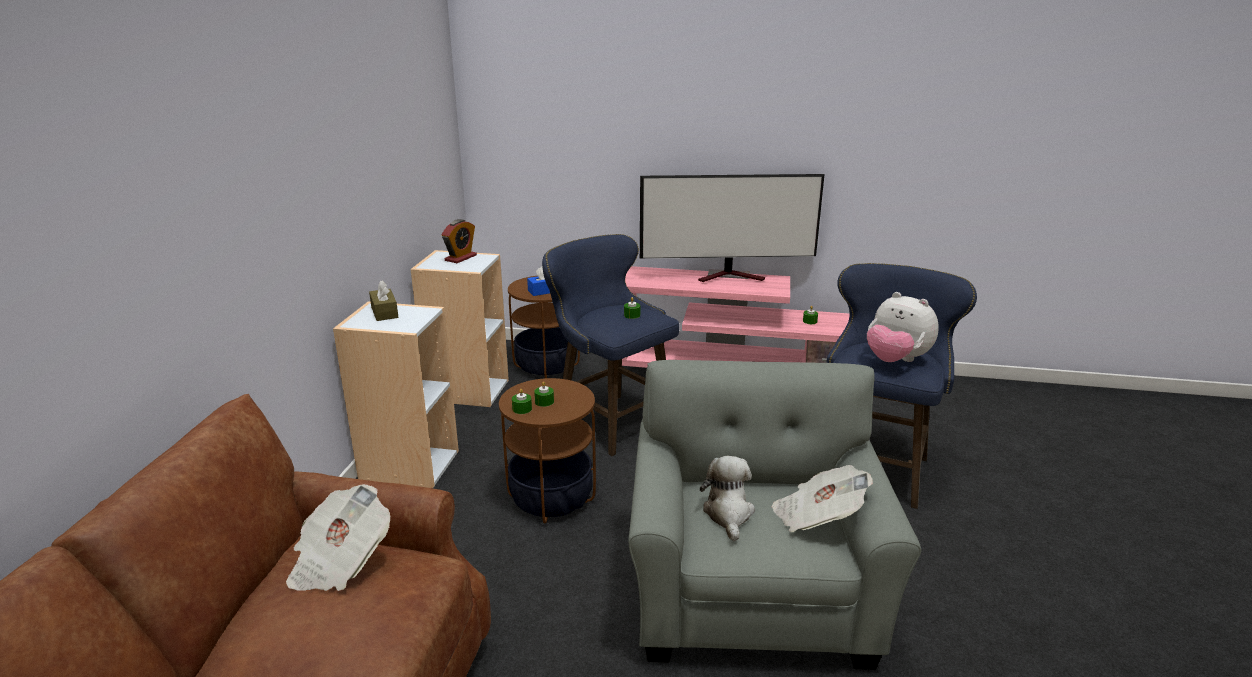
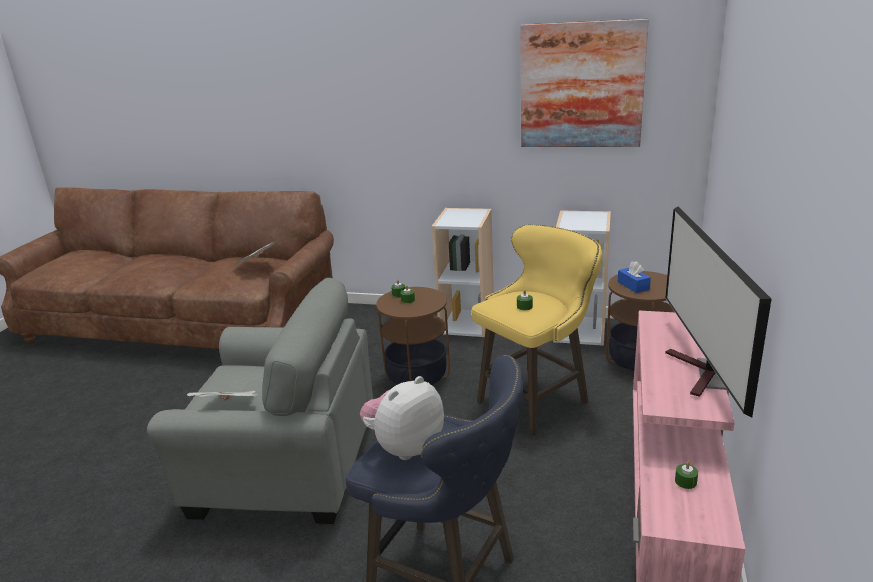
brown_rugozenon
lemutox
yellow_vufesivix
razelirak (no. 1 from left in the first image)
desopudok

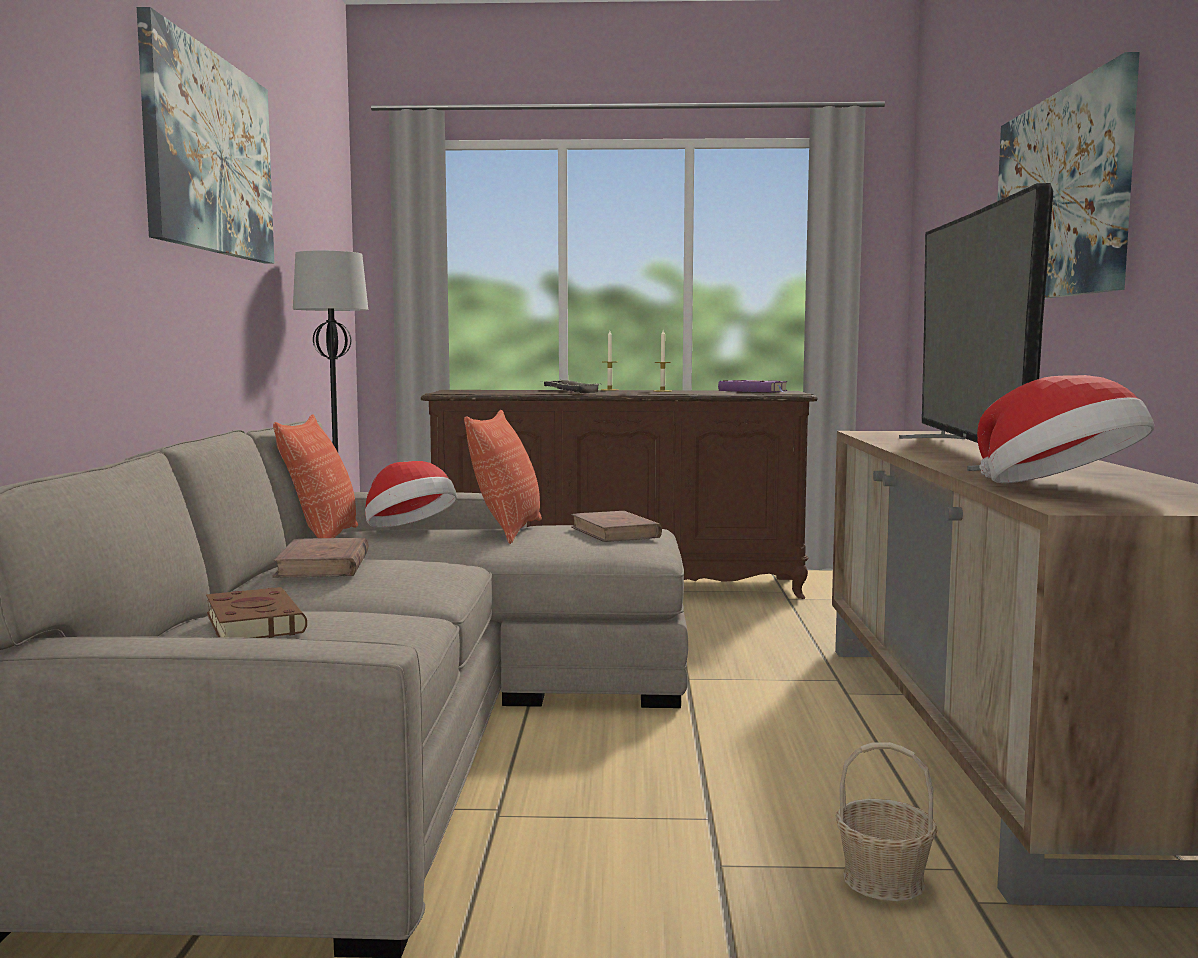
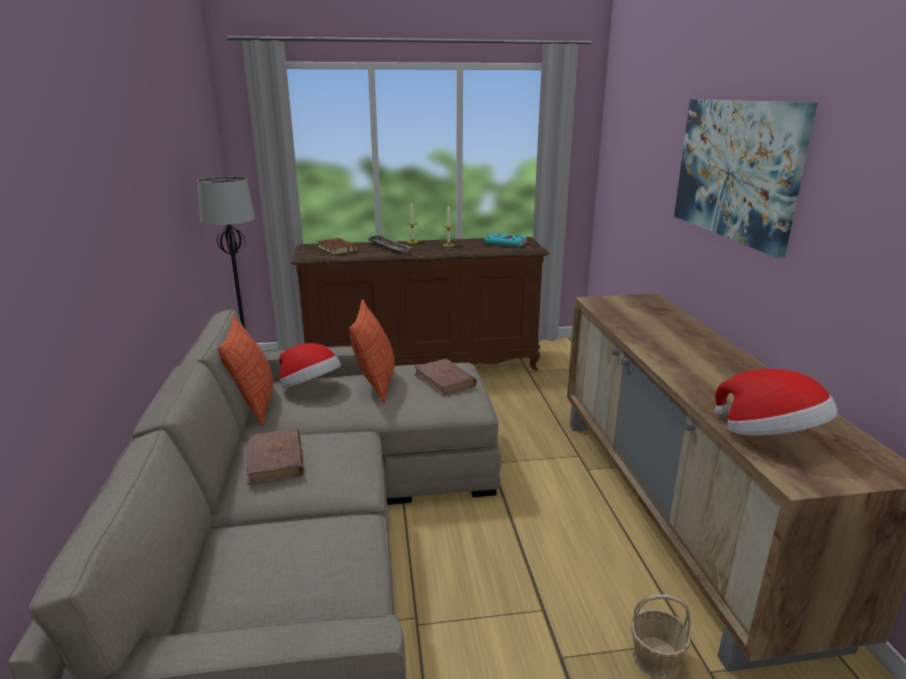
desopudok (no. 1 from left in the first image)
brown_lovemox (no. 2 from left)
turquoise_lovemox
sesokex

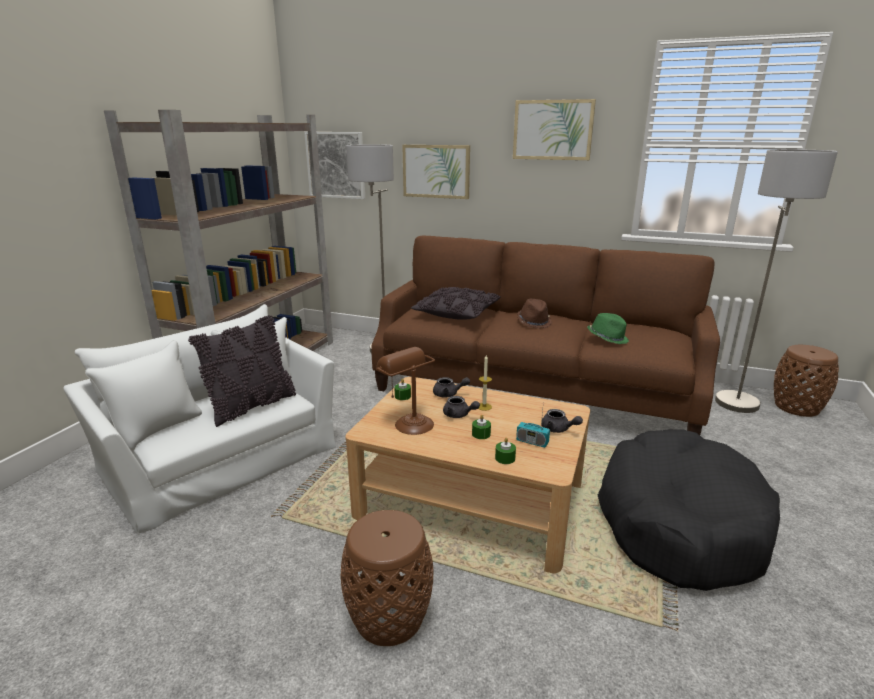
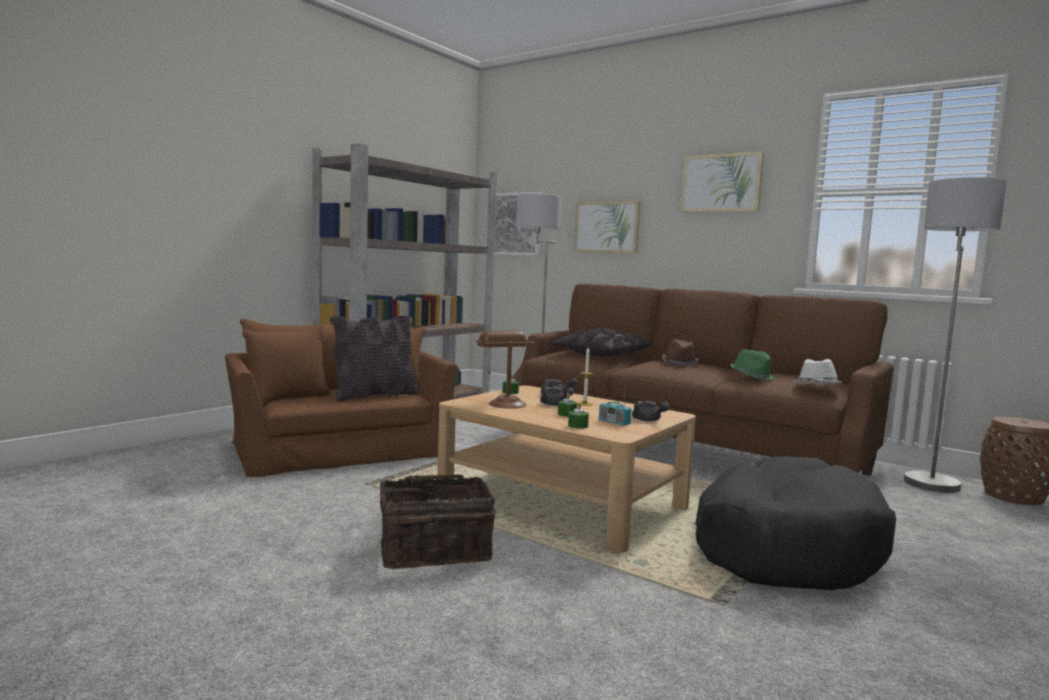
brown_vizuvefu
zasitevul
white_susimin

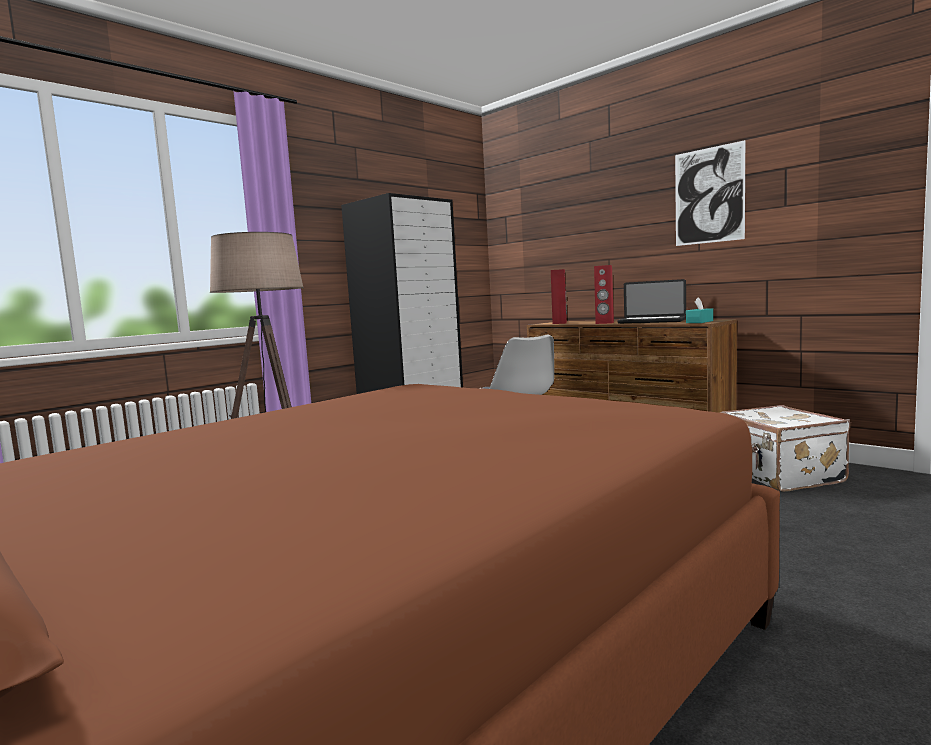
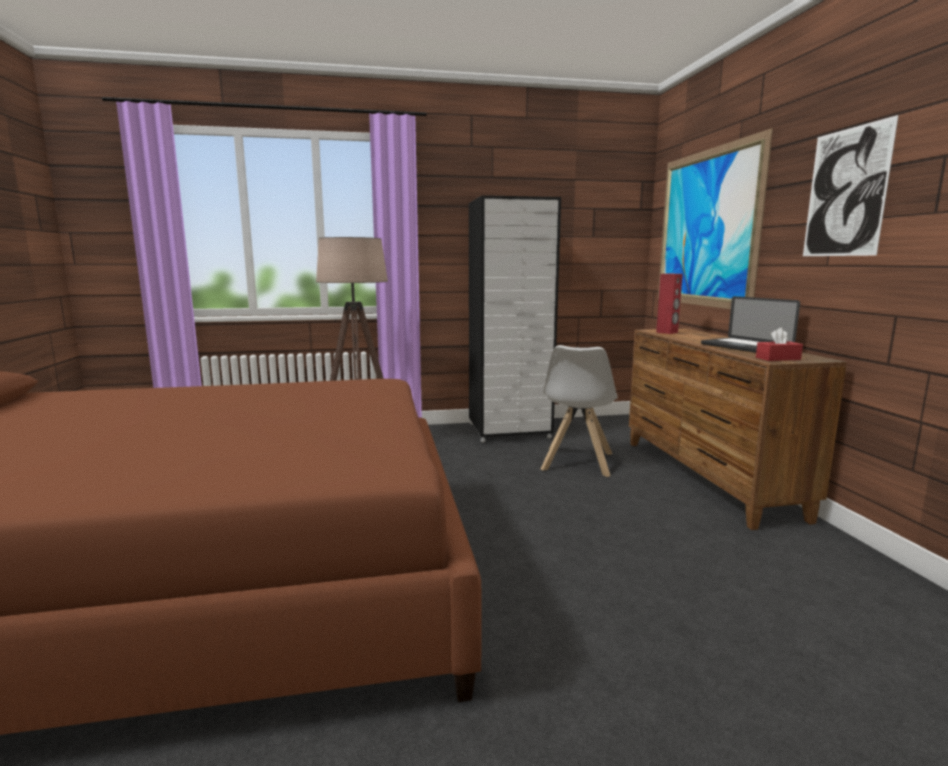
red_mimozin (no. 2 from left in the first image)
red_rugozenon
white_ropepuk
desopudok (no. 1 from left)

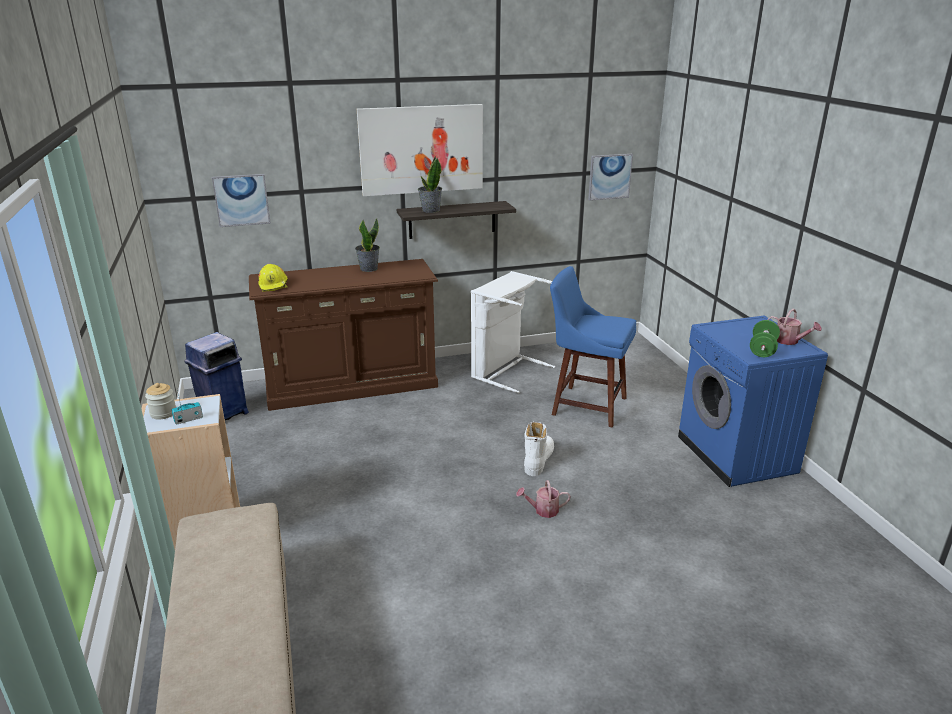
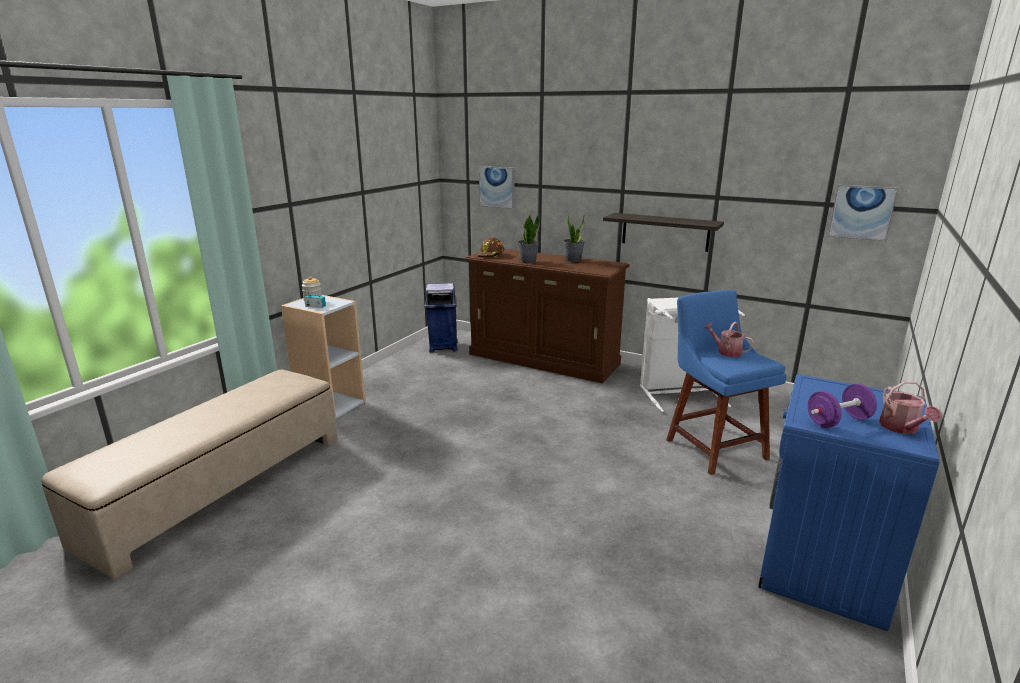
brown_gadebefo
desopudok (no. 2 from left in the first image)
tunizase (no. 1 from left)
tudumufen (no. 1 from left)
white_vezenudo
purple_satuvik

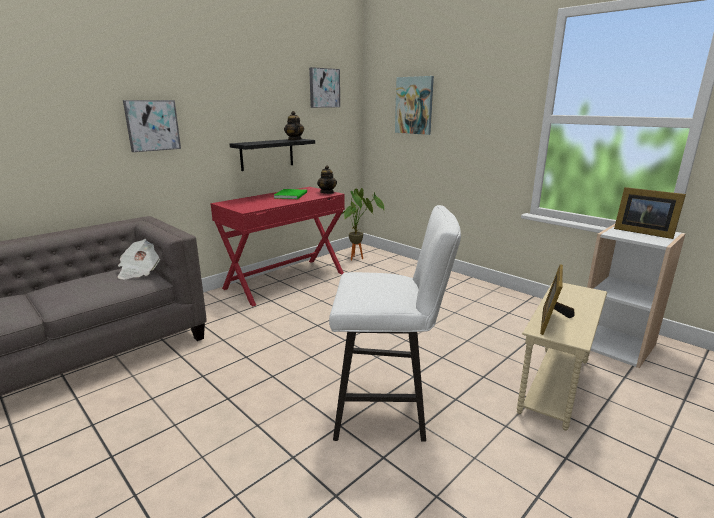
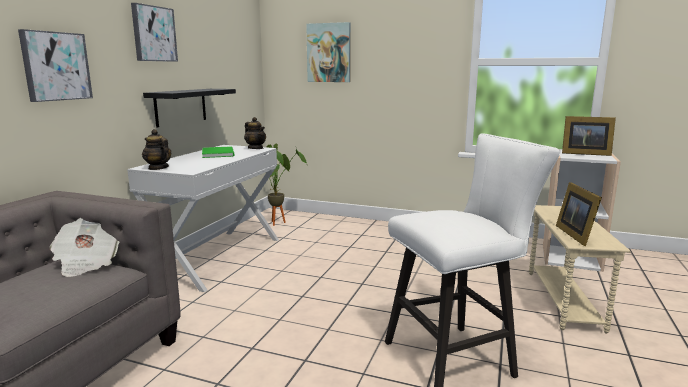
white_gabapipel
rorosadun (no. 1 from left)
desopudok (no. 2 from left)

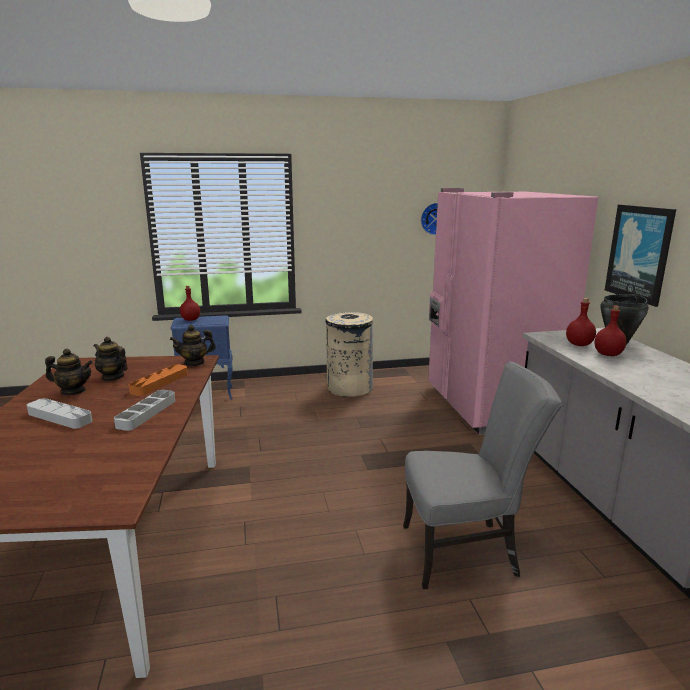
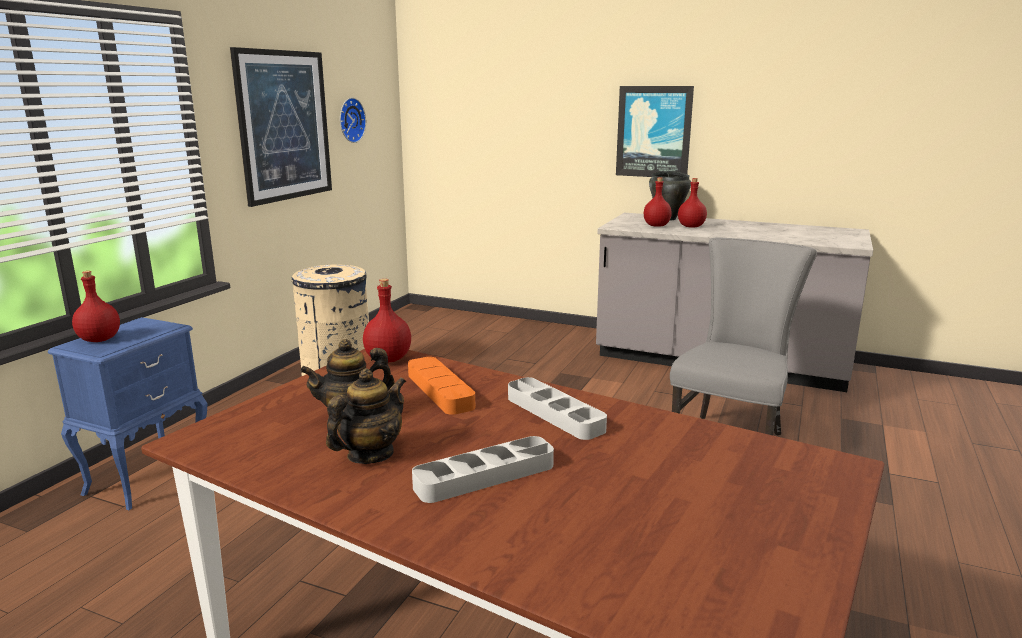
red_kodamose (no. 2 from left)
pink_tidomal
desopudok (no. 1 from left)

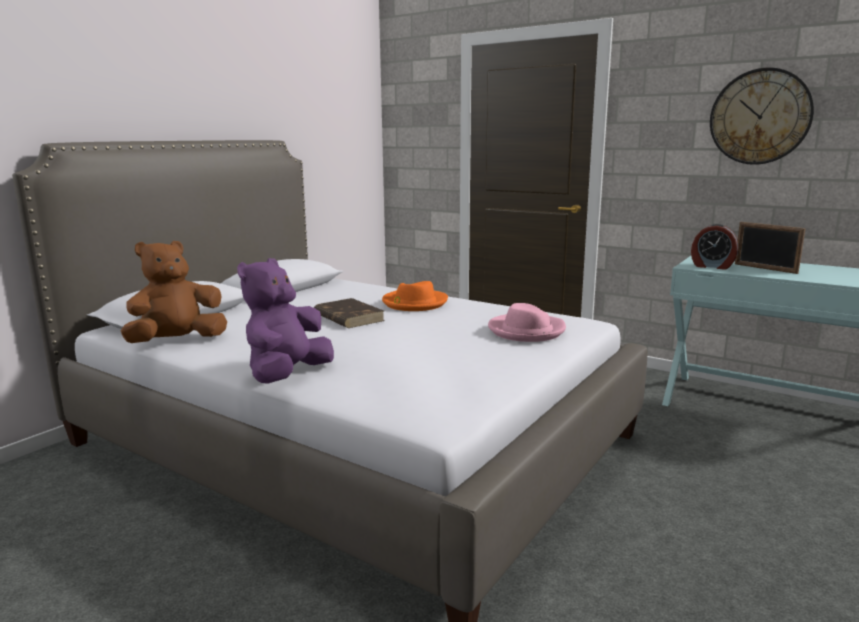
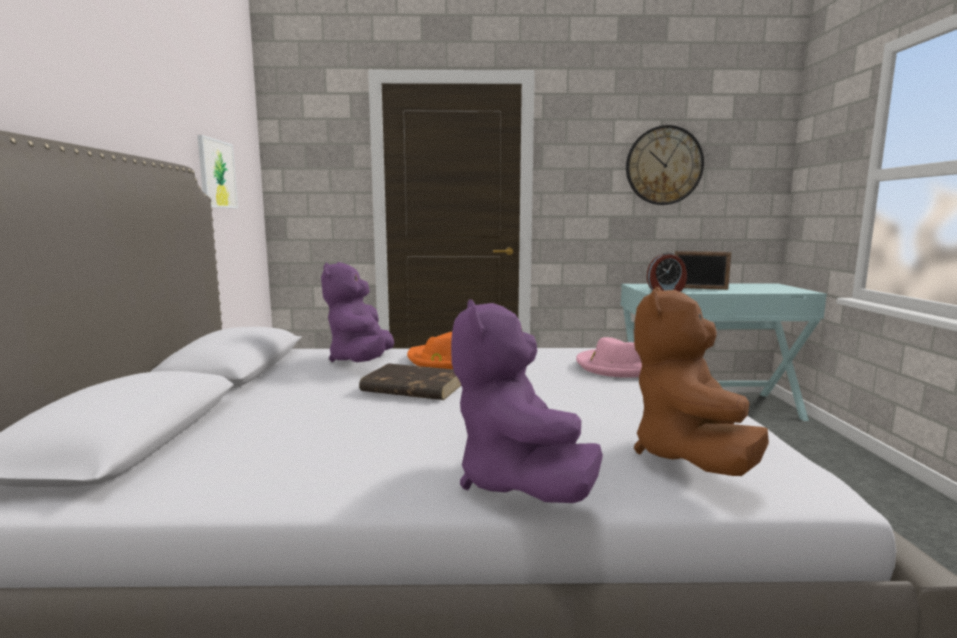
brown_razelirak
desopudok
purple_razelirak (no. 1 from left)

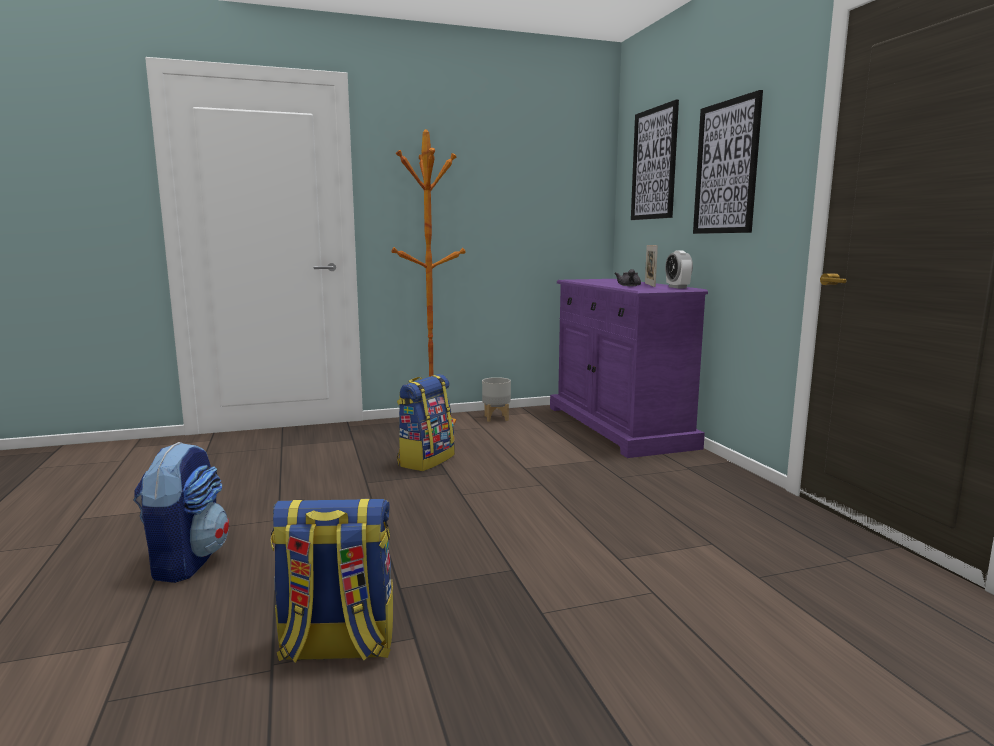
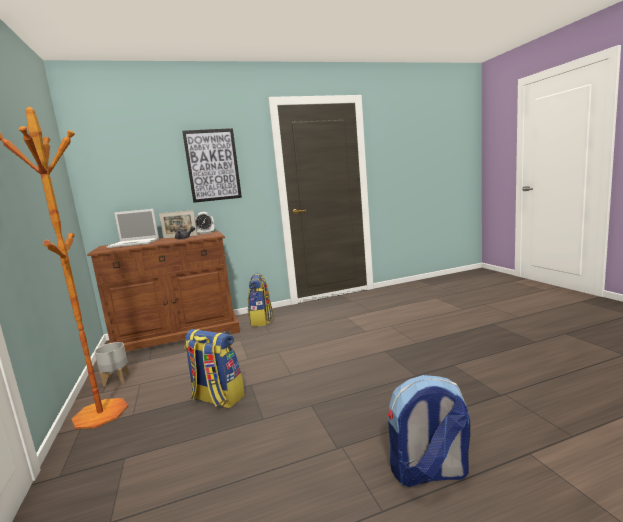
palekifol (no. 2 from left)
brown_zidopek
desopudok (no. 1 from left in the first image)
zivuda

